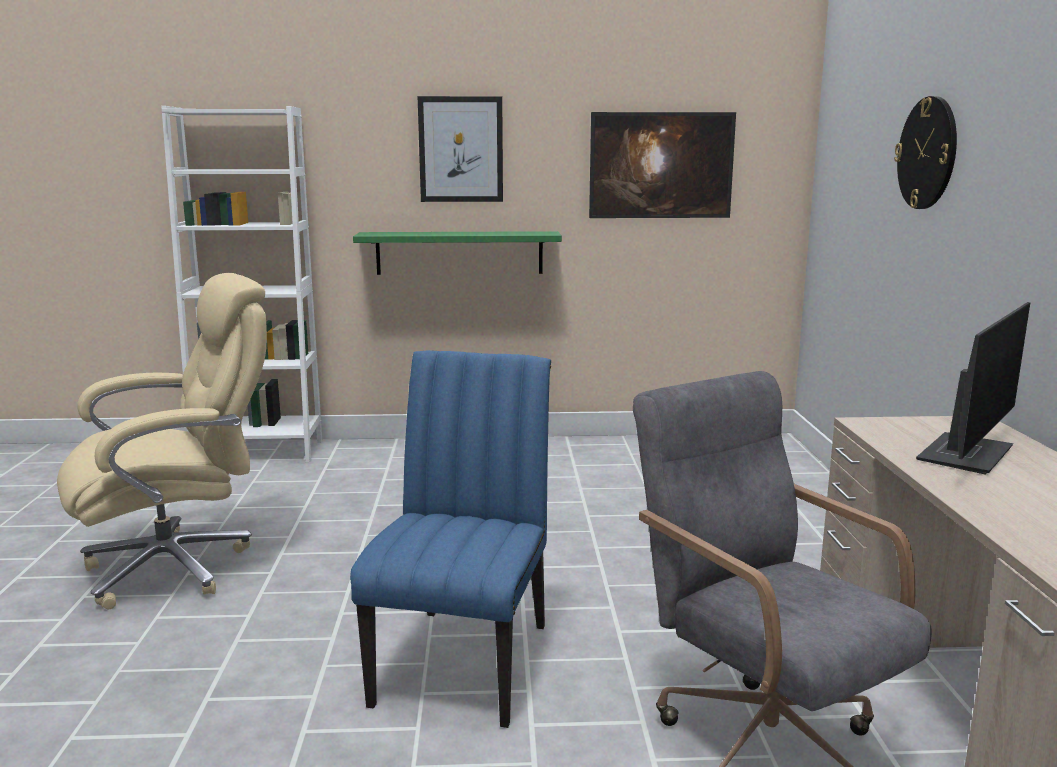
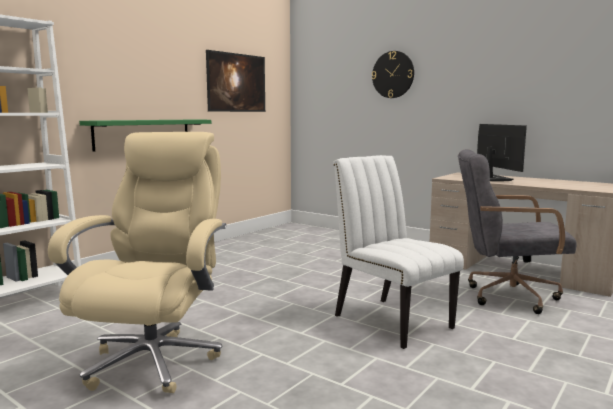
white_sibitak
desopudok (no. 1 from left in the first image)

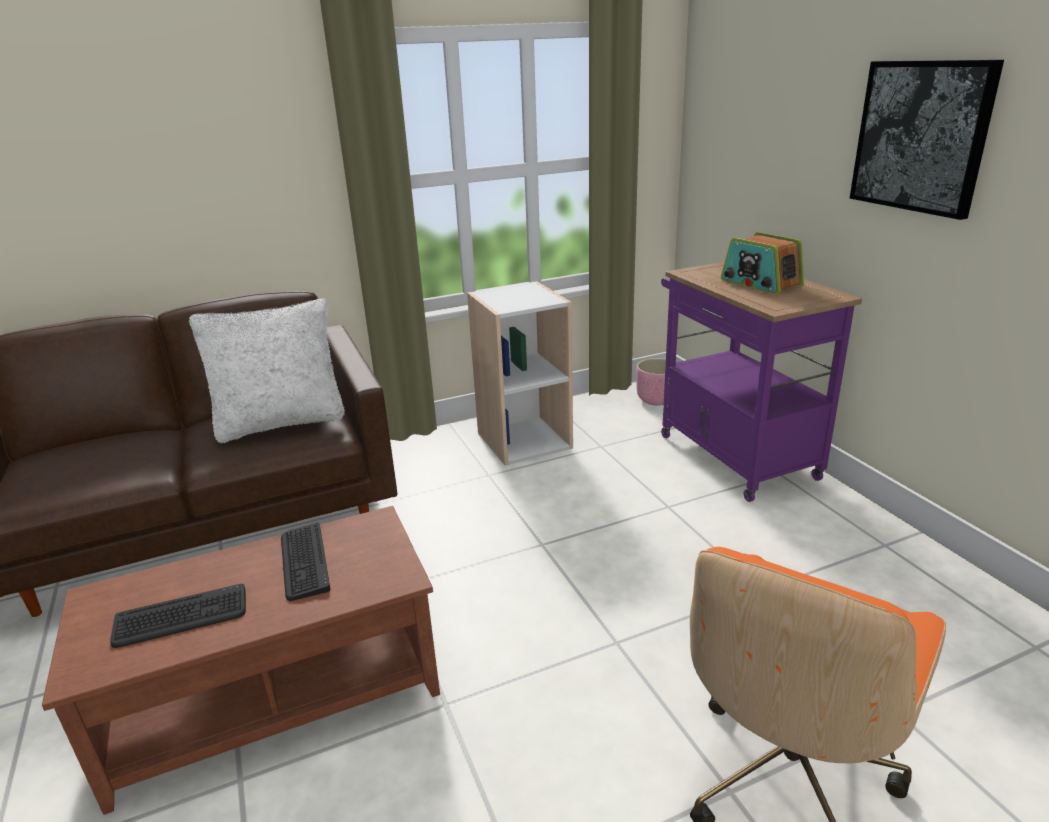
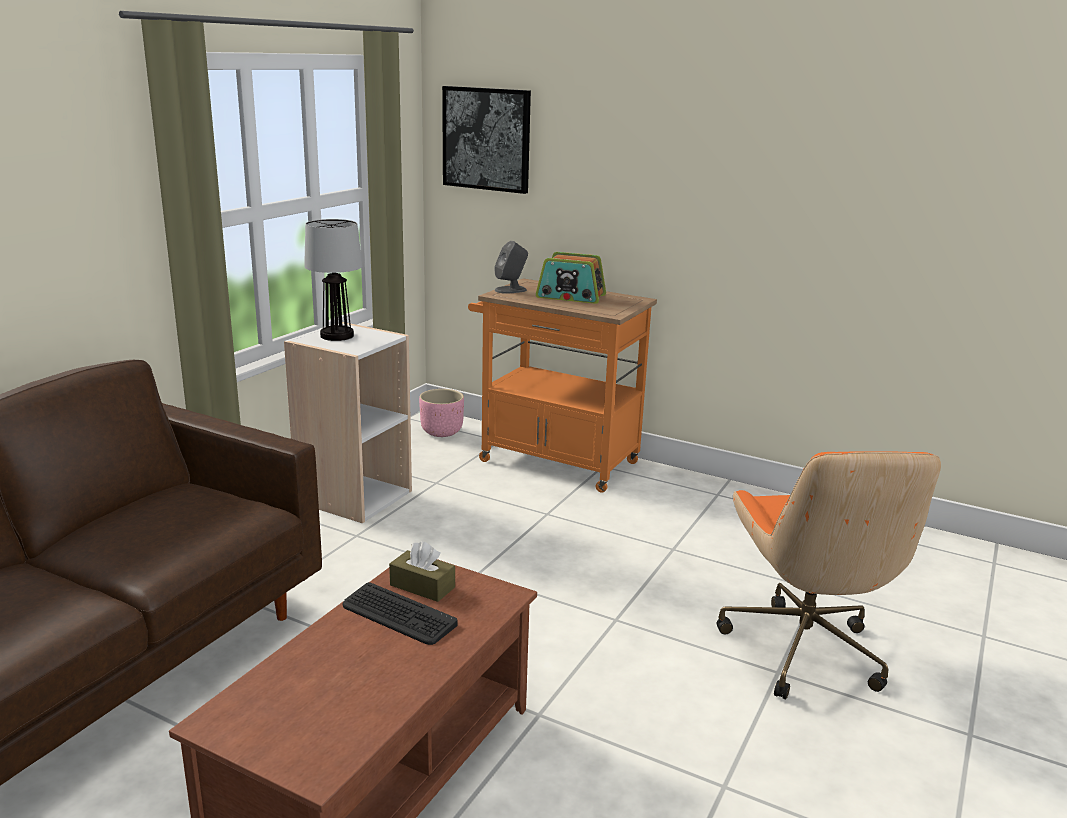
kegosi (no. 1 from left in the first image)
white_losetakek
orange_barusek
desopudok
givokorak
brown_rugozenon
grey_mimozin

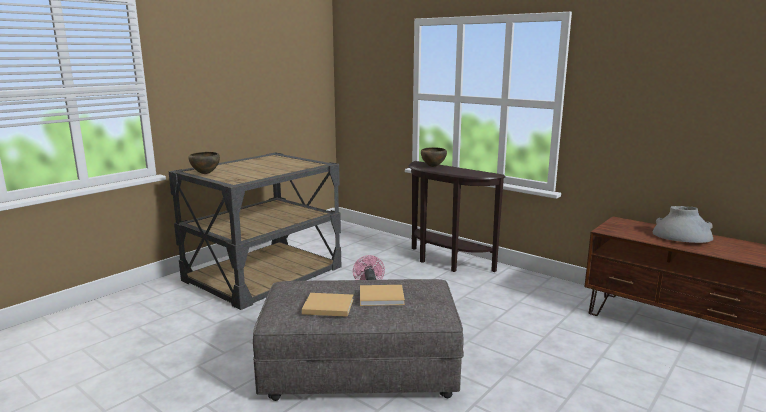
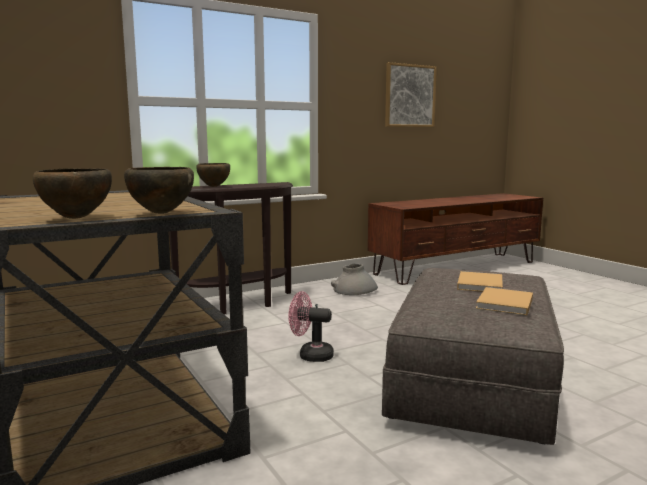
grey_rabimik
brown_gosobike (no. 2 from left)
desopudok

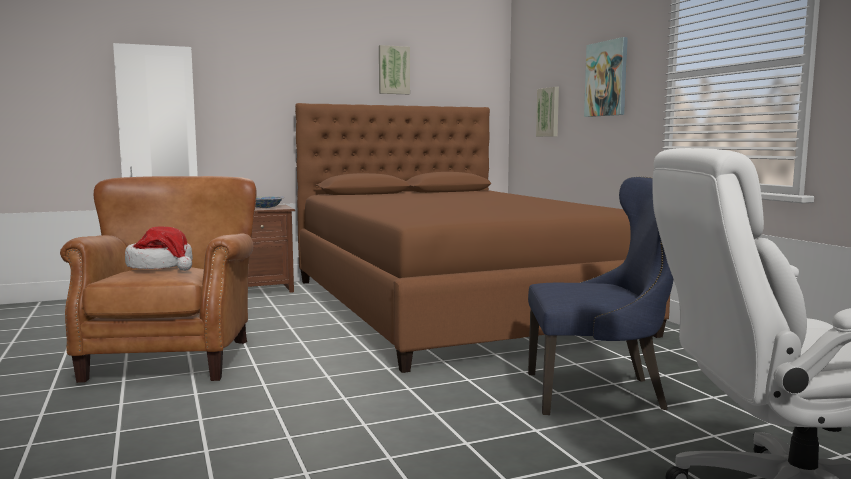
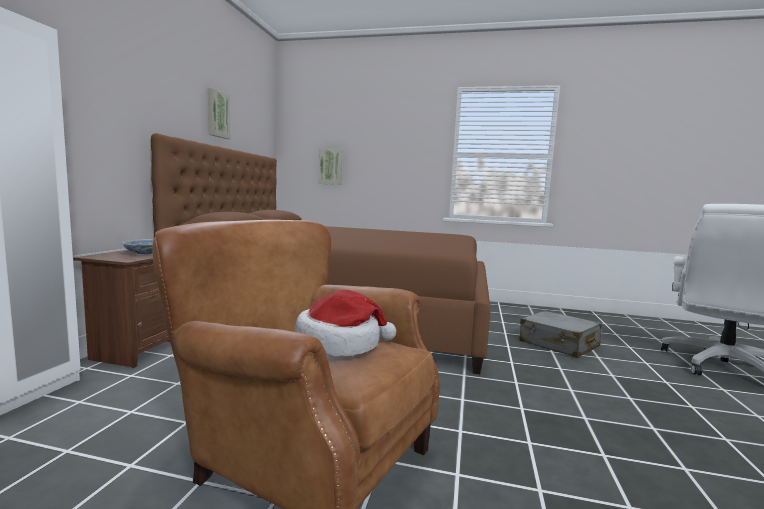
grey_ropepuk
desopudok (no. 3 from left in the first image)

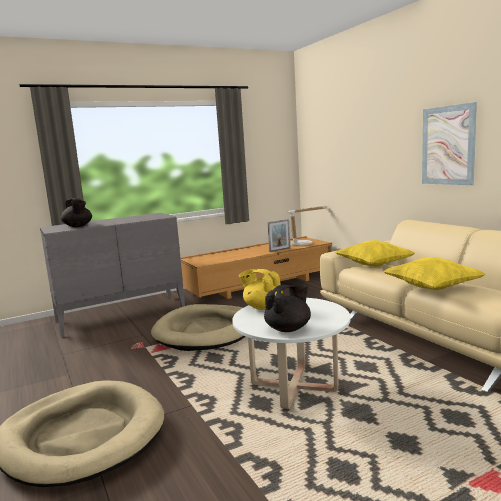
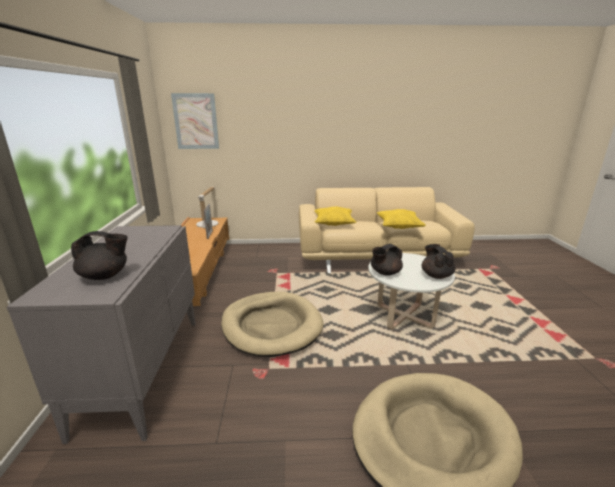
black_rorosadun (no. 2 from left)
desopudok

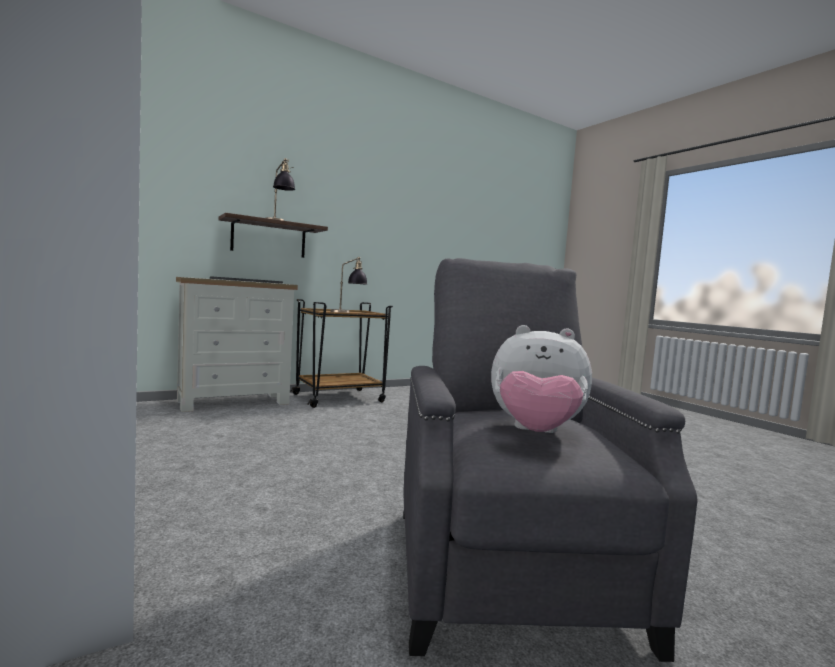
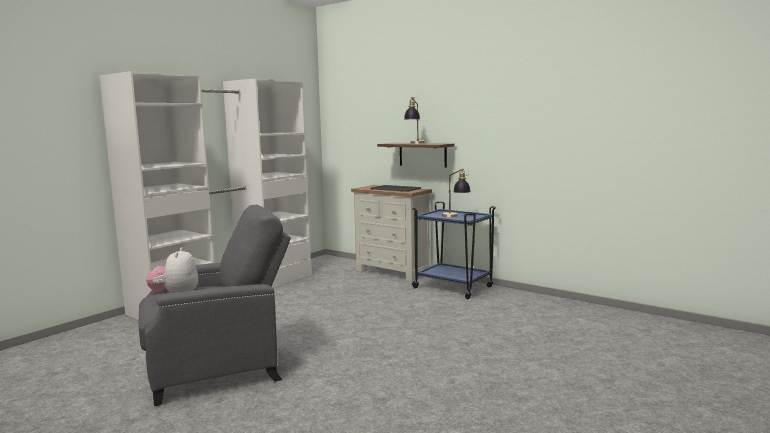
blue_barusek

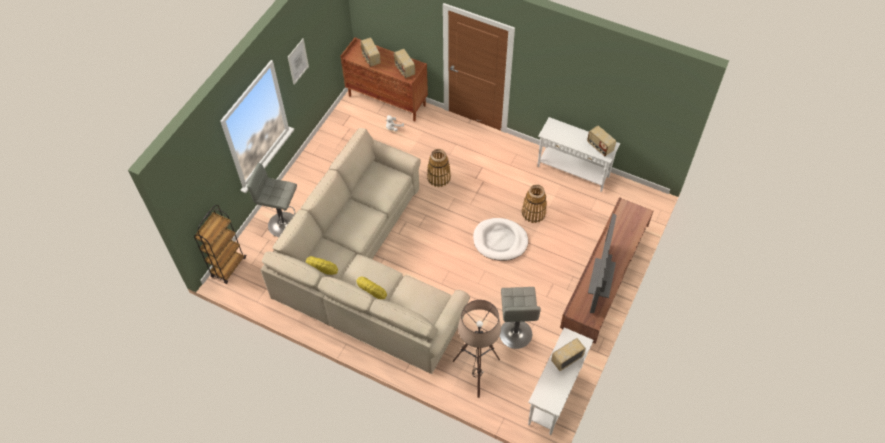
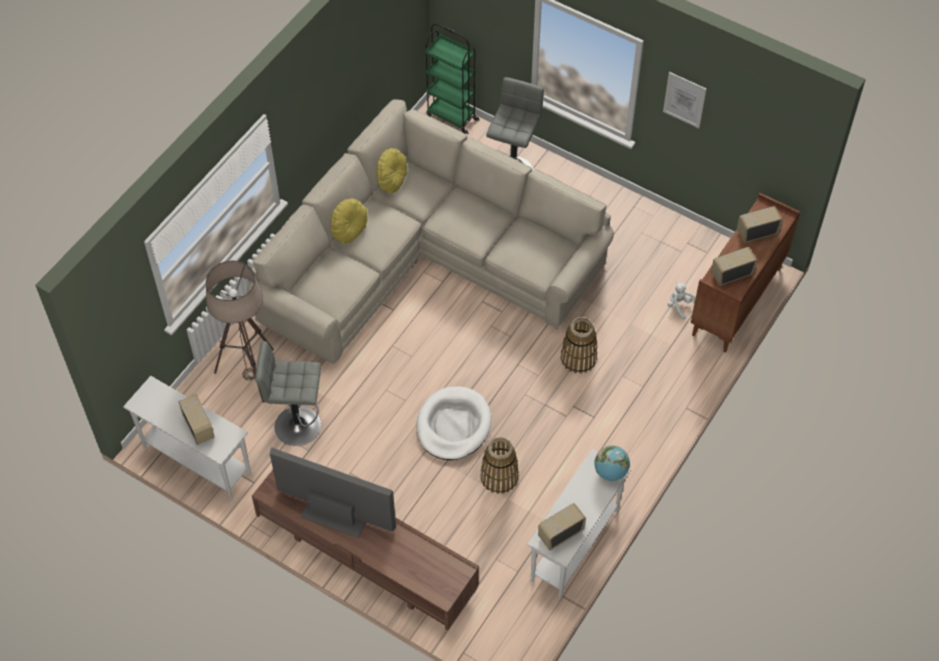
green_barusek
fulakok

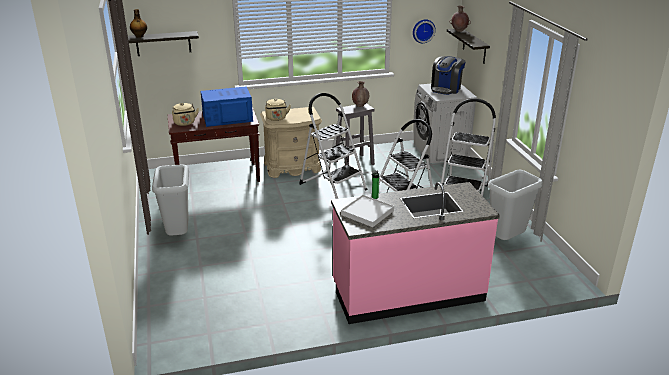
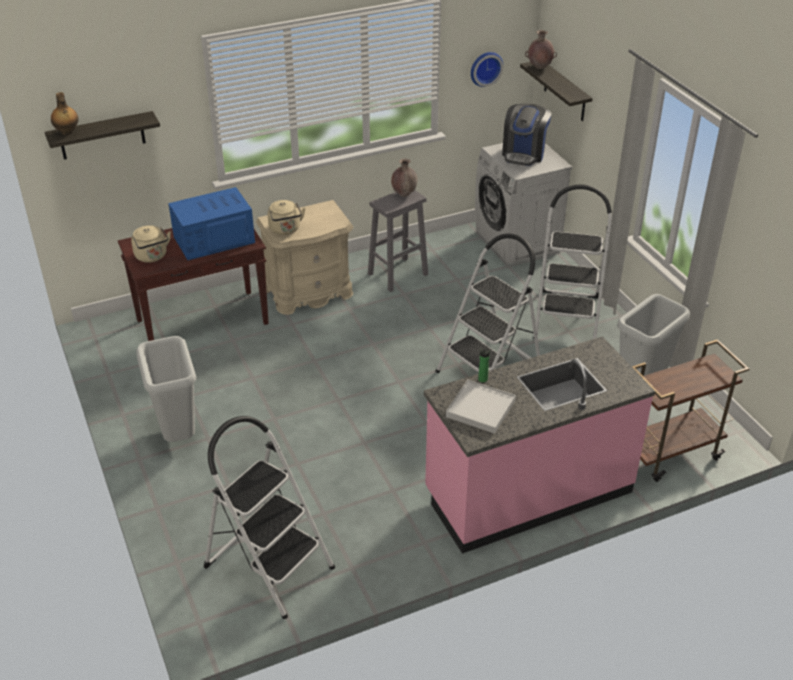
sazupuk (no. 1 from left)
brown_barusek

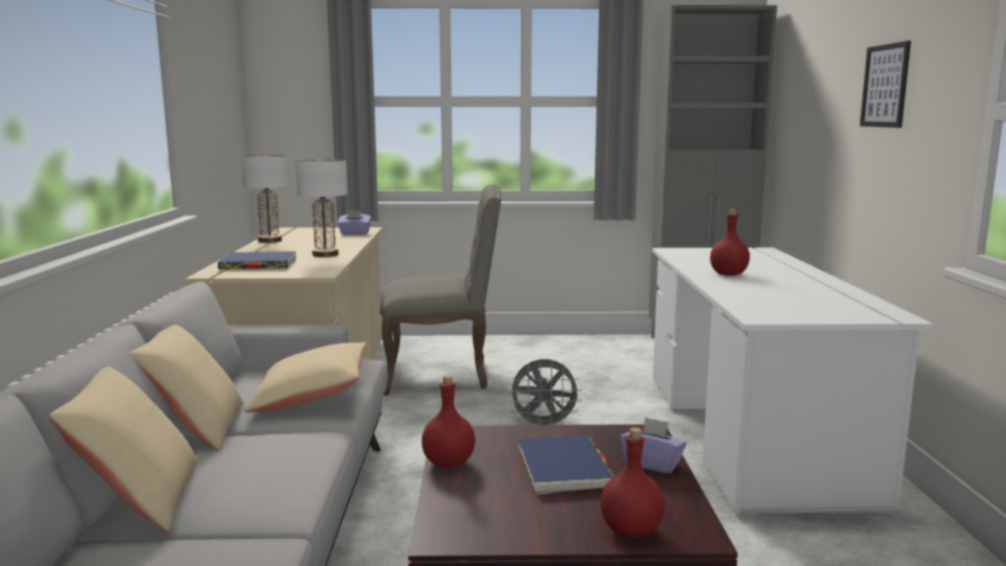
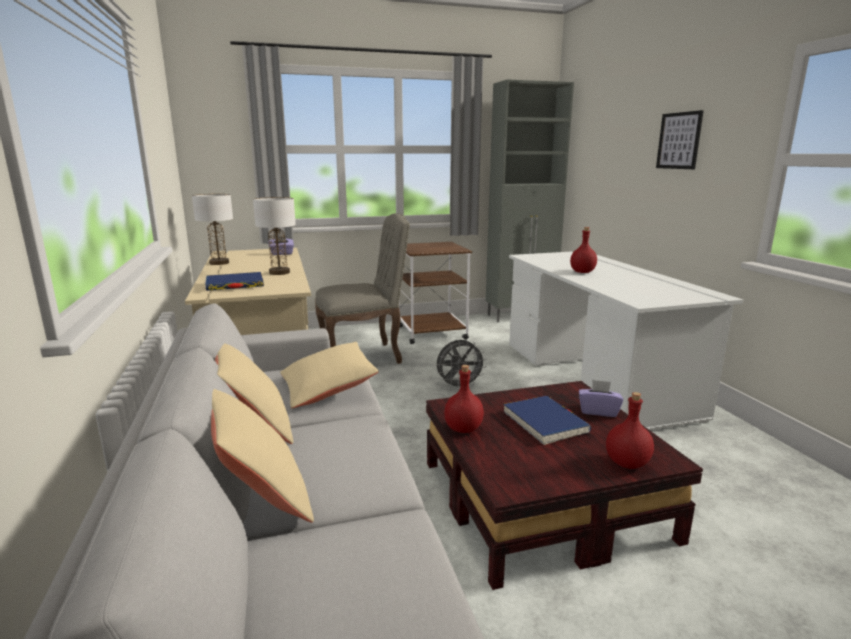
brown_barusek

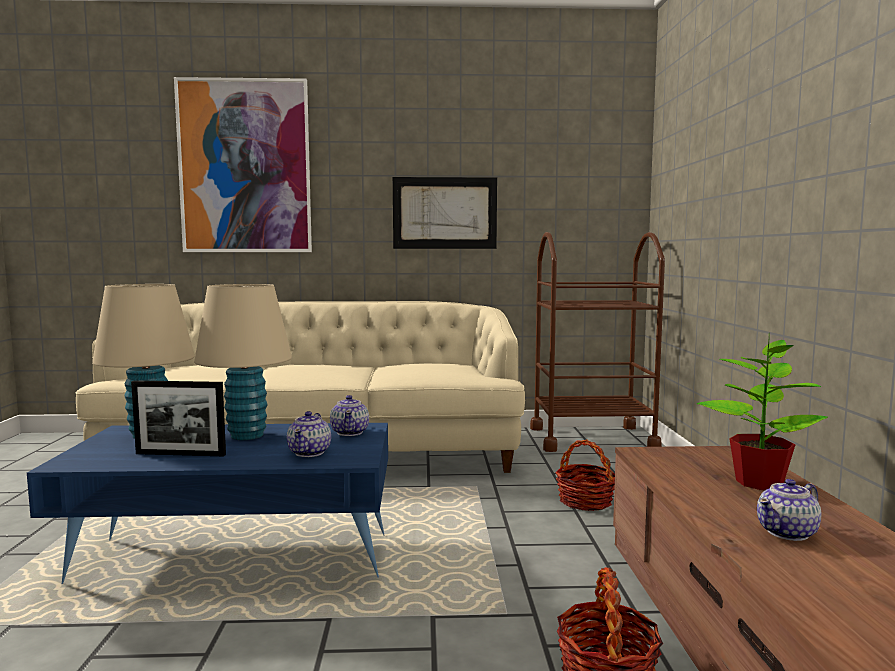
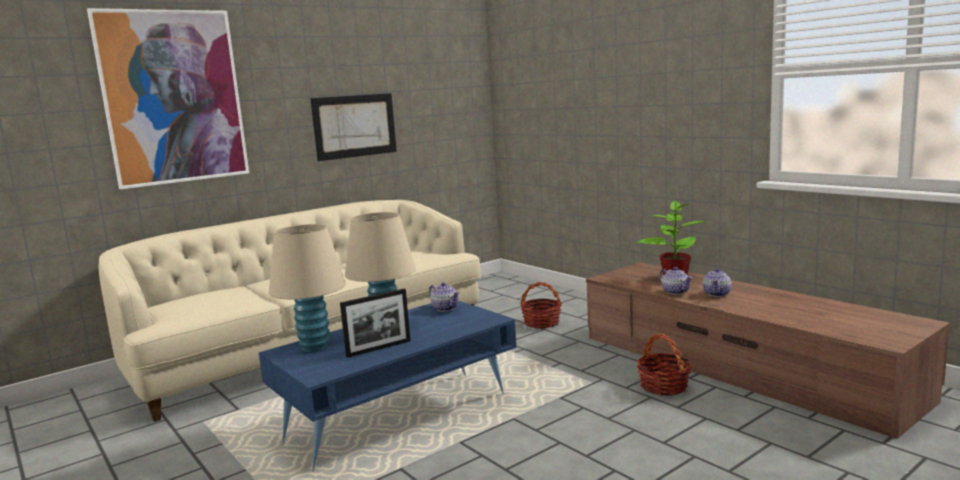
rorosadun (no. 2 from left)
brown_barusek

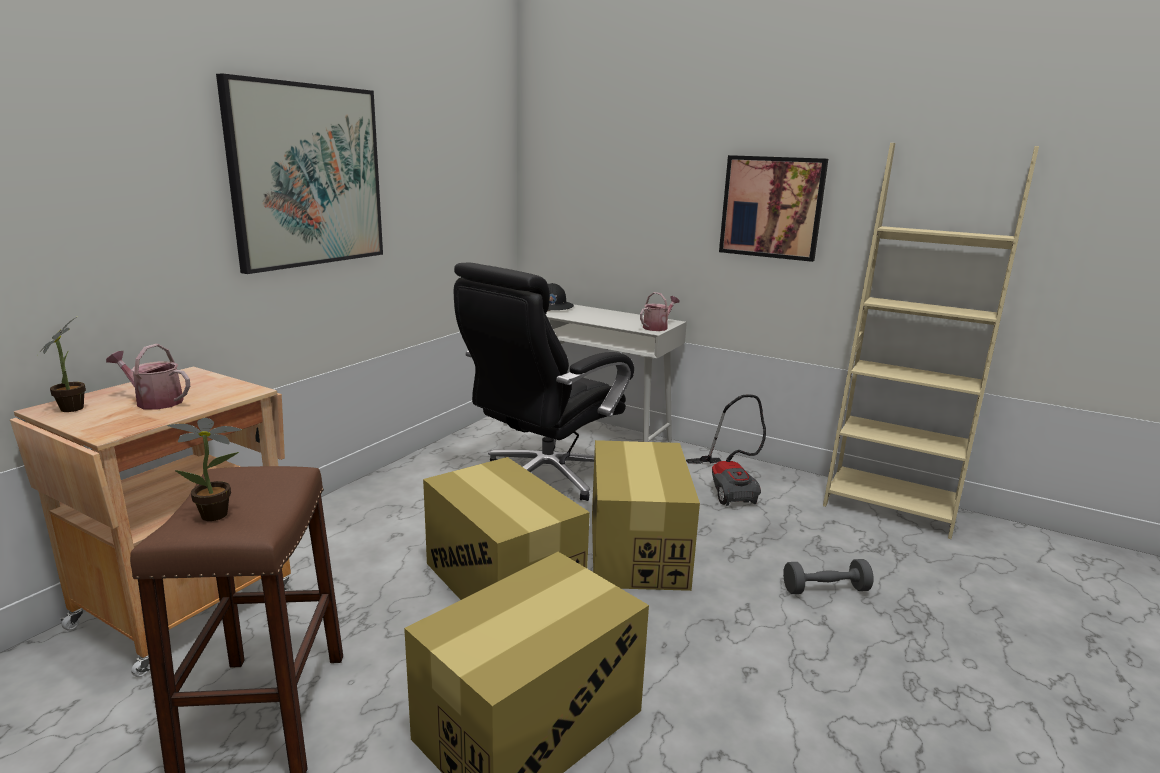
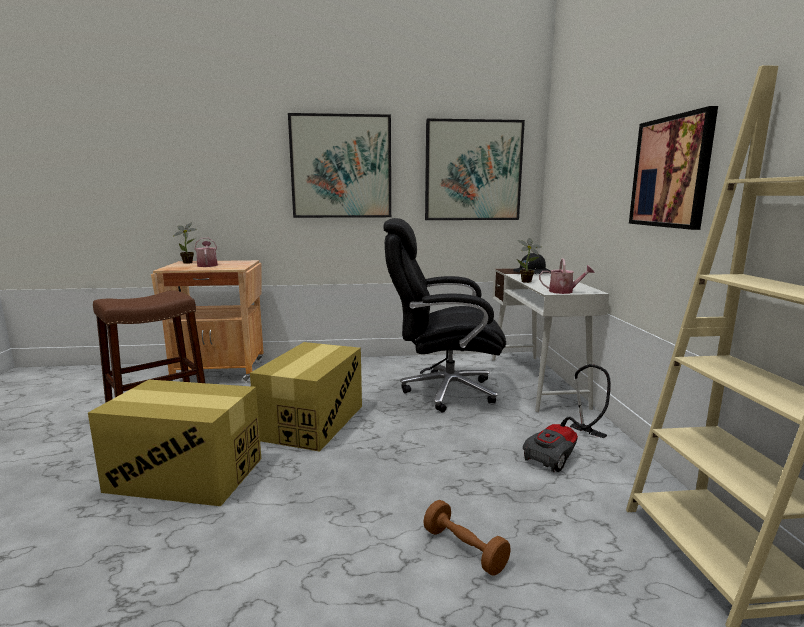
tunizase (no. 2 from left)
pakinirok (no. 3 from left in the first image)
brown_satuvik
desopudok (no. 2 from left)

